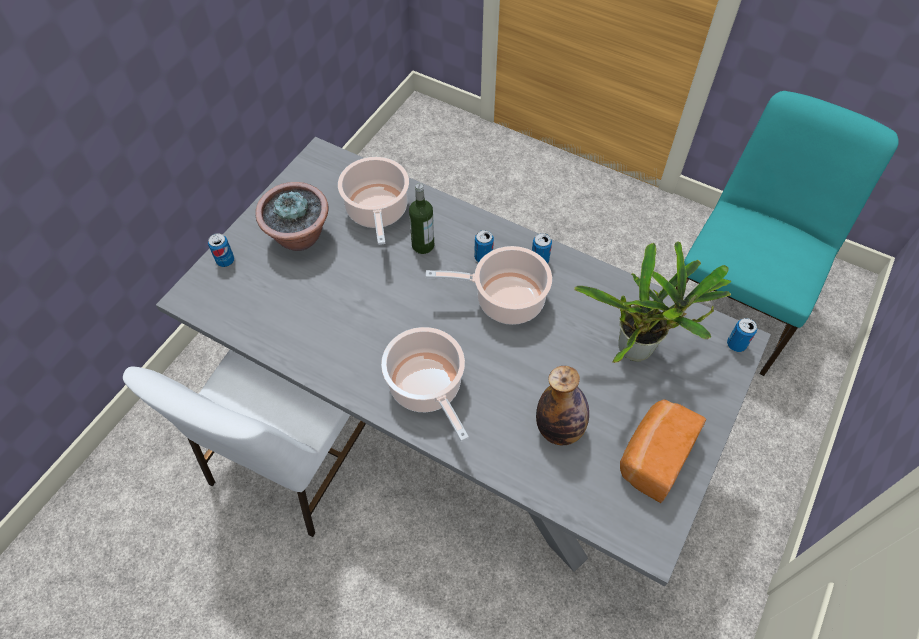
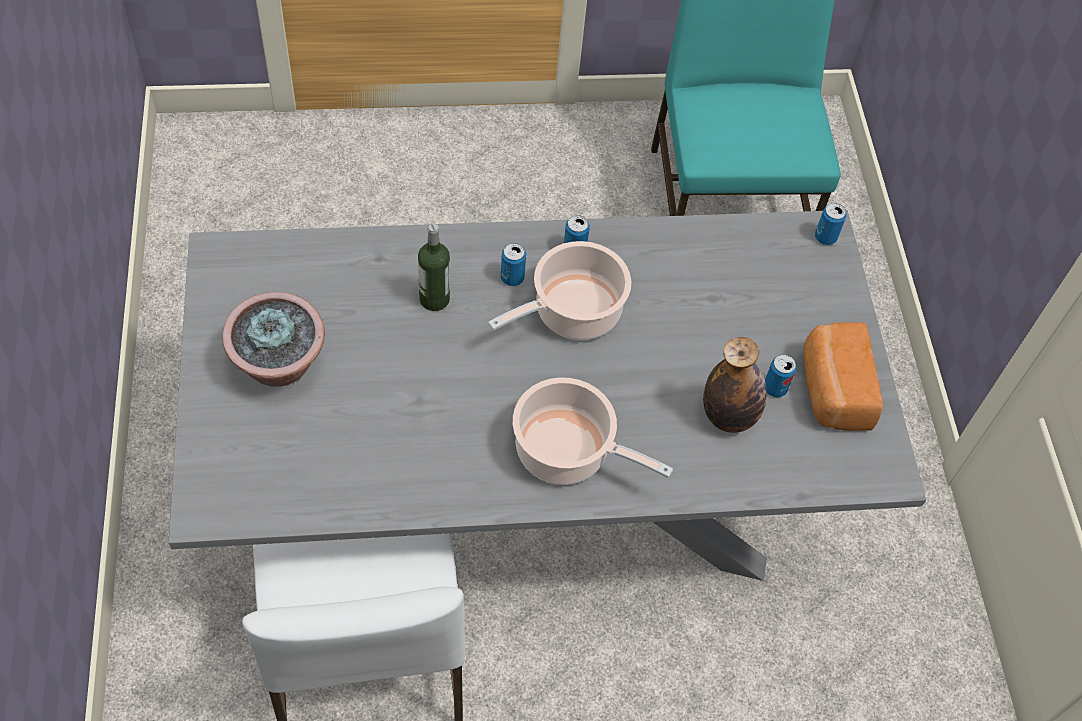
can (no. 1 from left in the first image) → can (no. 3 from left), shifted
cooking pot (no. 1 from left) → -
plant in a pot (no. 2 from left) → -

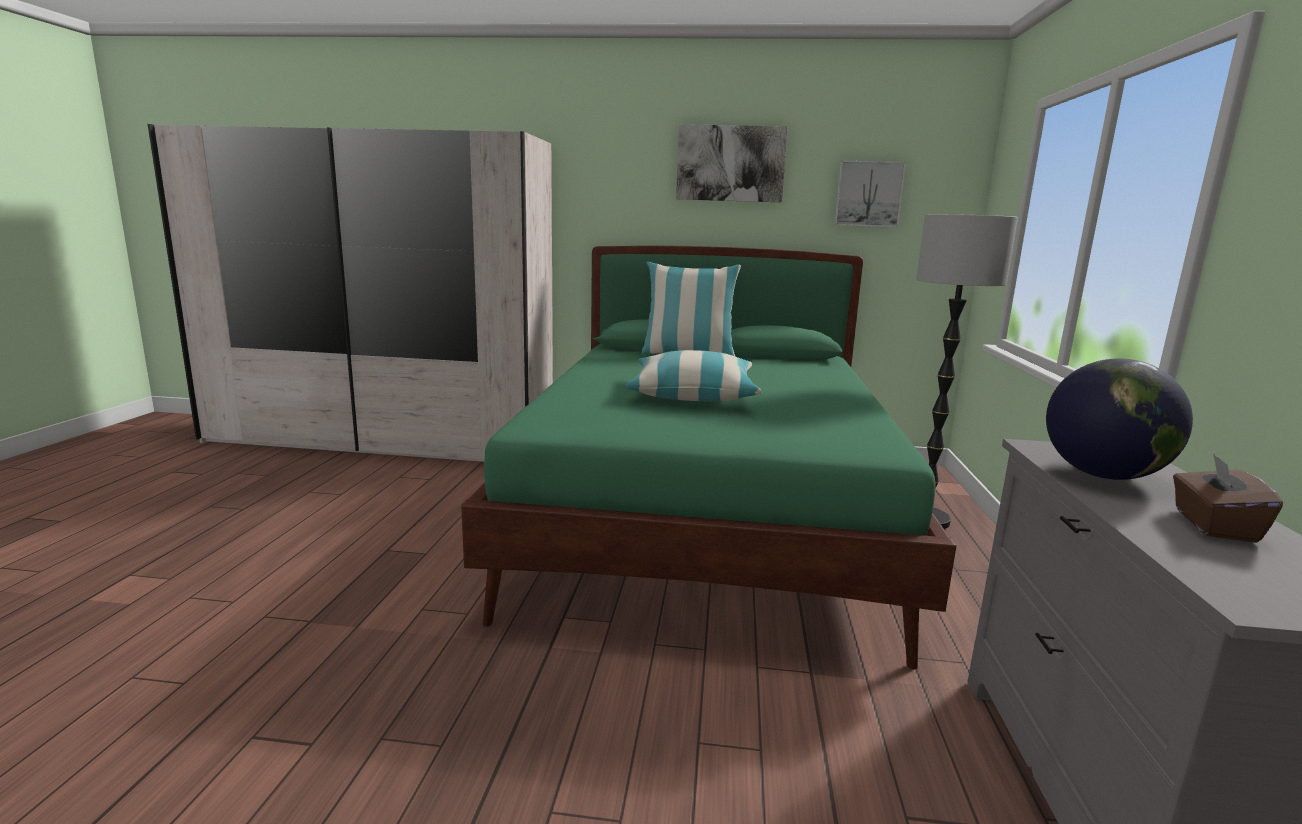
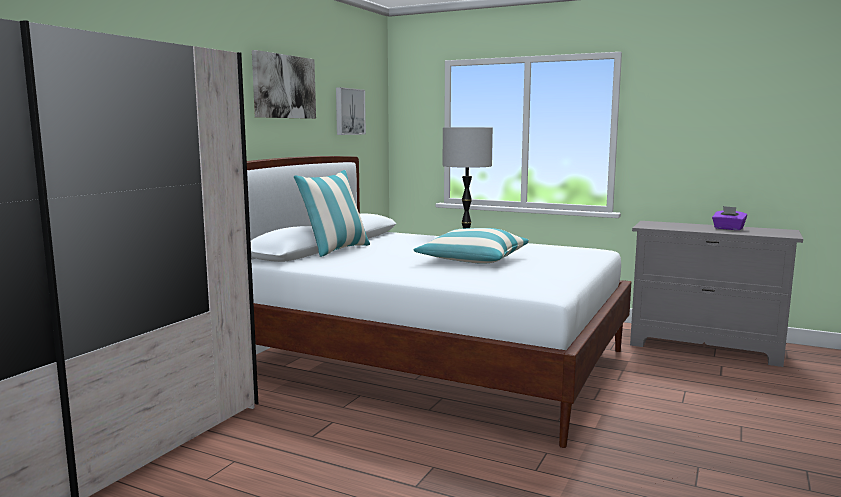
sleeping bed in green → sleeping bed in whitish
globe → -
tissue holder in brownish → tissue holder in purple

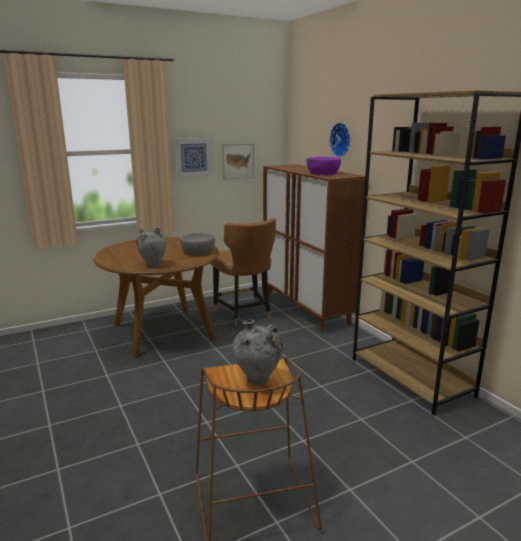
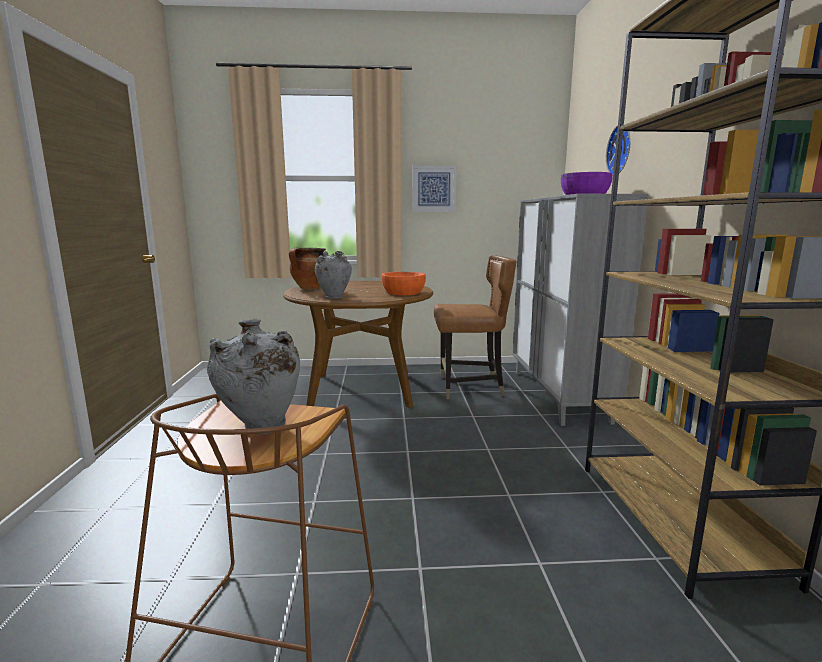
bowl in greyish → bowl in orangey
chair in brownish, 90 degrees counterclockwise
picture (no. 2 from left) → -
storage cabinet in brownish → storage cabinet in greyish
- → cooking pot

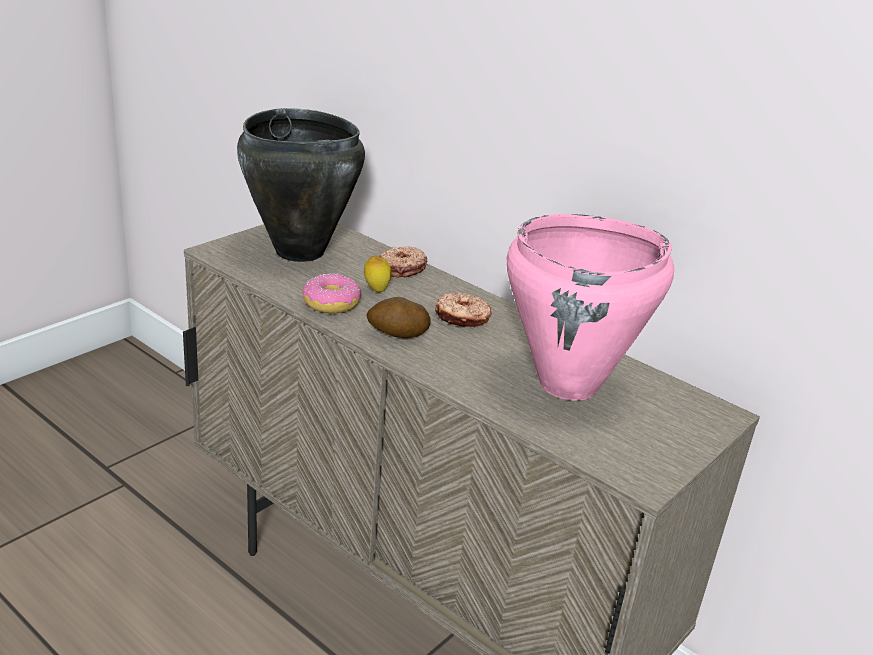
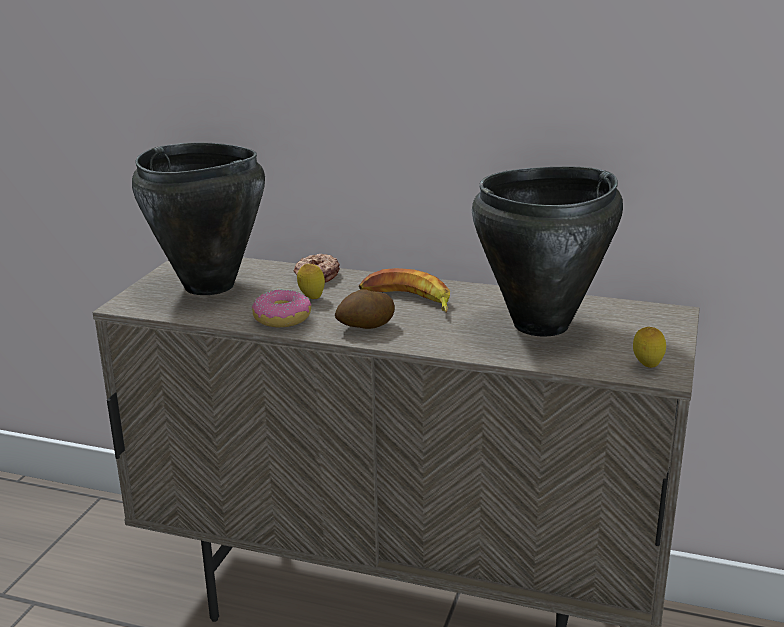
doughnut (no. 3 from left) → whole banana
cooking pot in pink-coloured → cooking pot in black (no. 2 from left)
- → lemon (no. 2 from left)

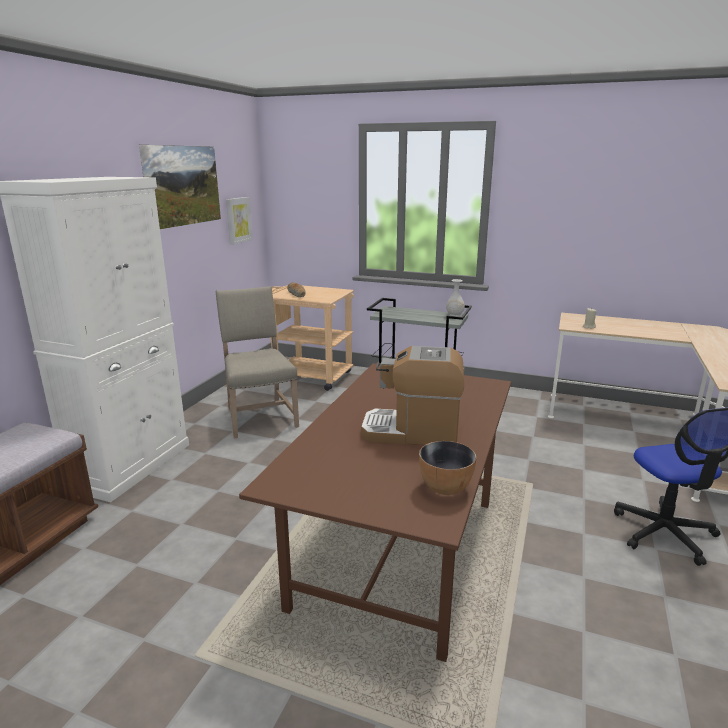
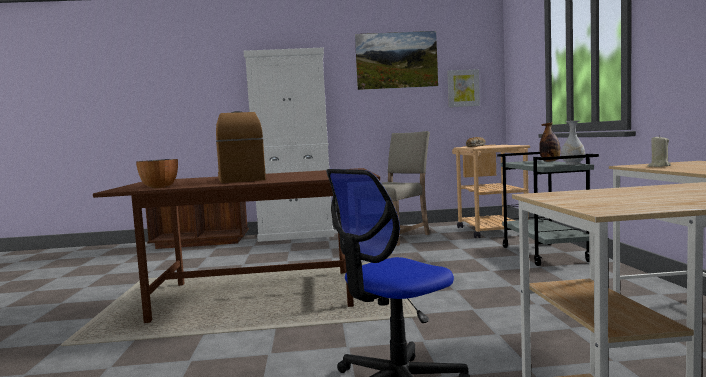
- → beverage bottle

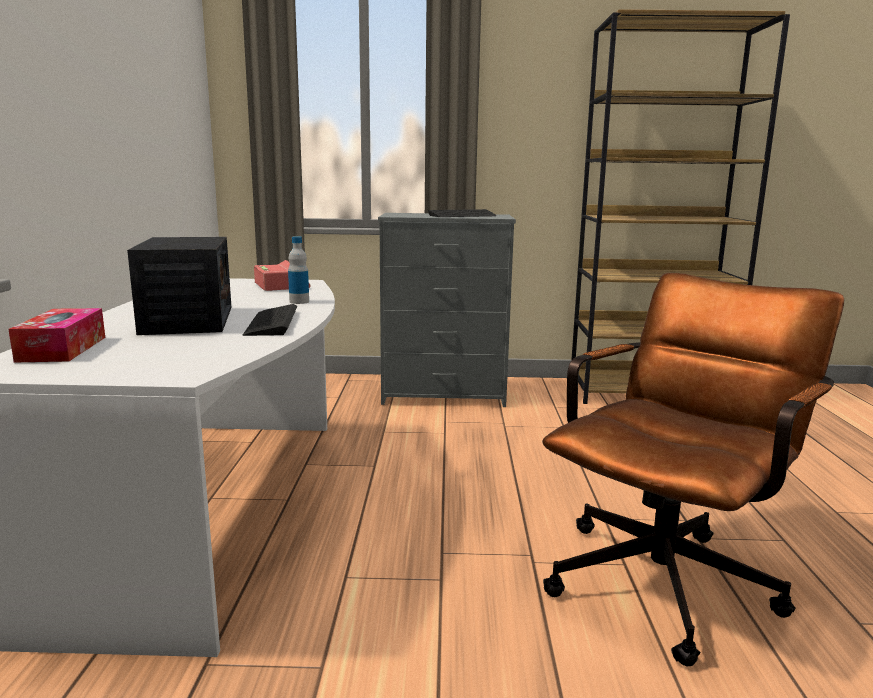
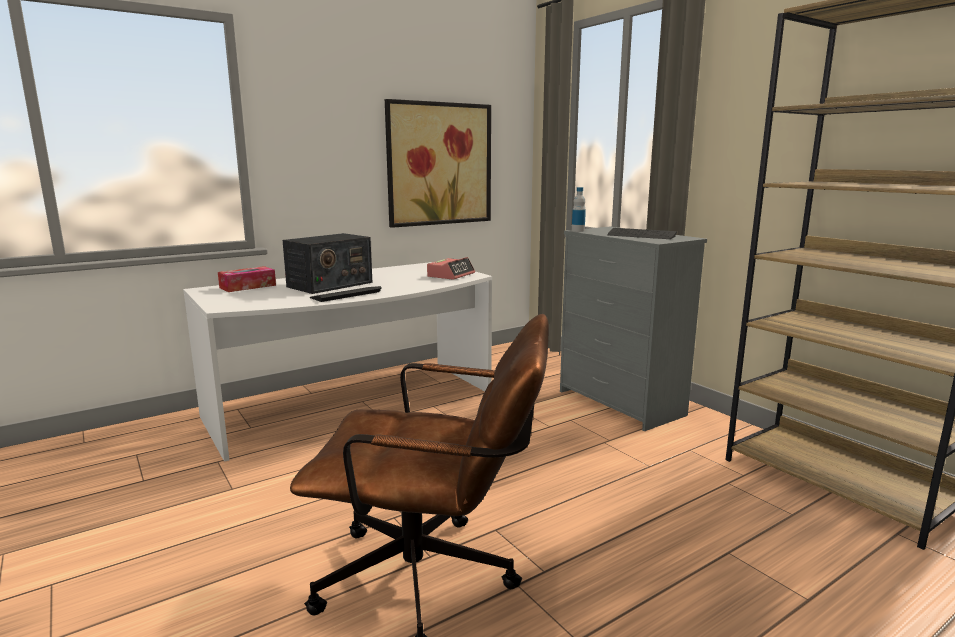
beverage bottle, shifted
- → picture

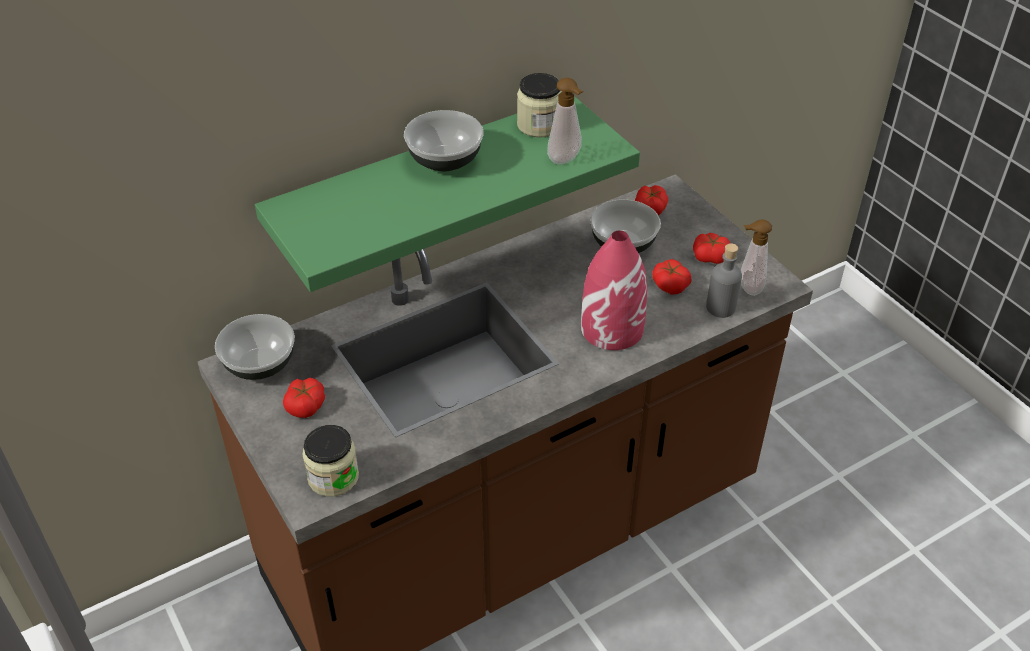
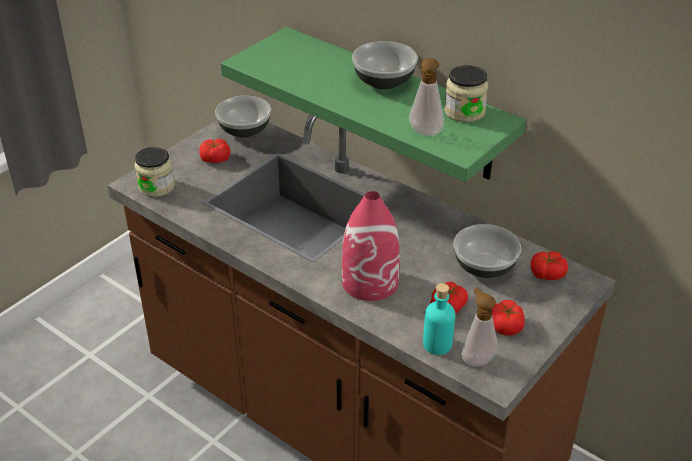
beverage bottle in greyish → beverage bottle in turquoise

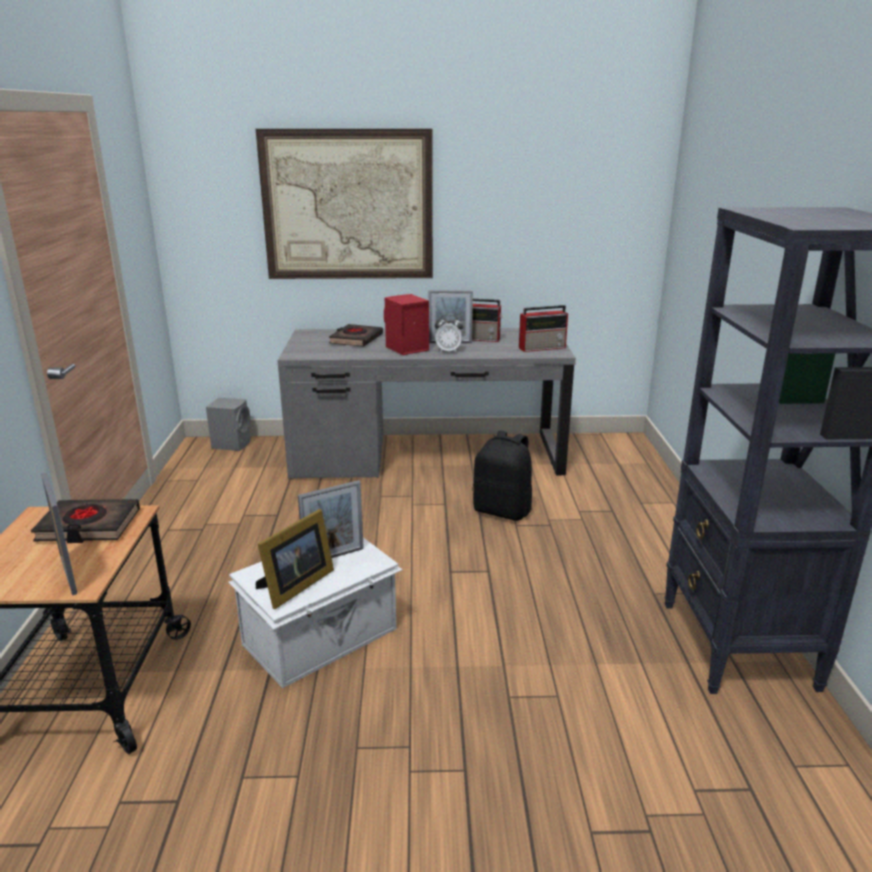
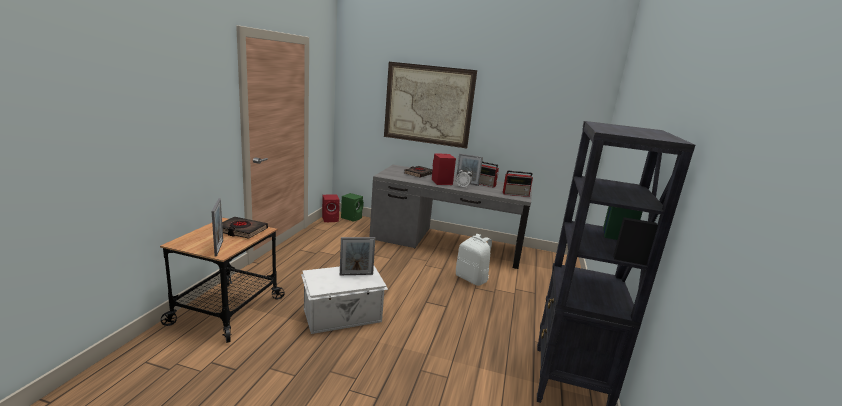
speaker in greyish → speaker in green
photo frame (no. 2 from left) → -
rucksack in black → rucksack in whitish
- → speaker in reddish (no. 1 from left)

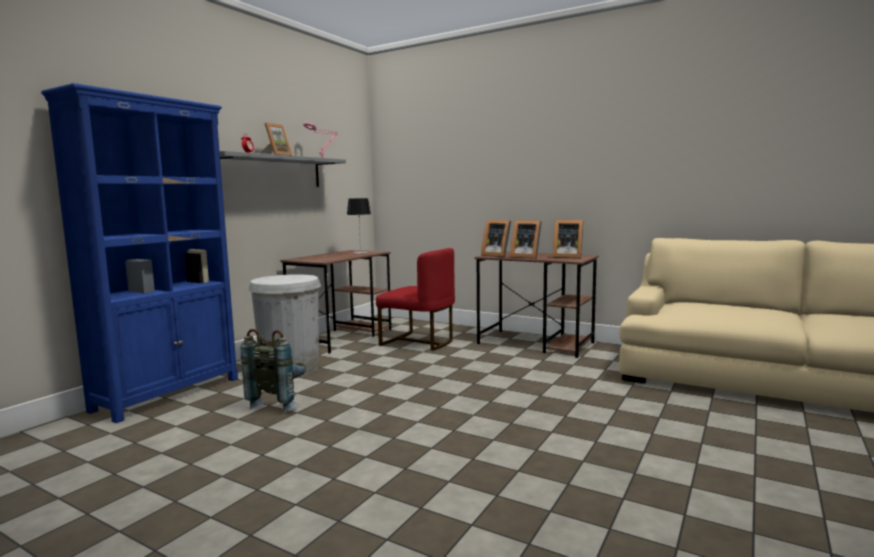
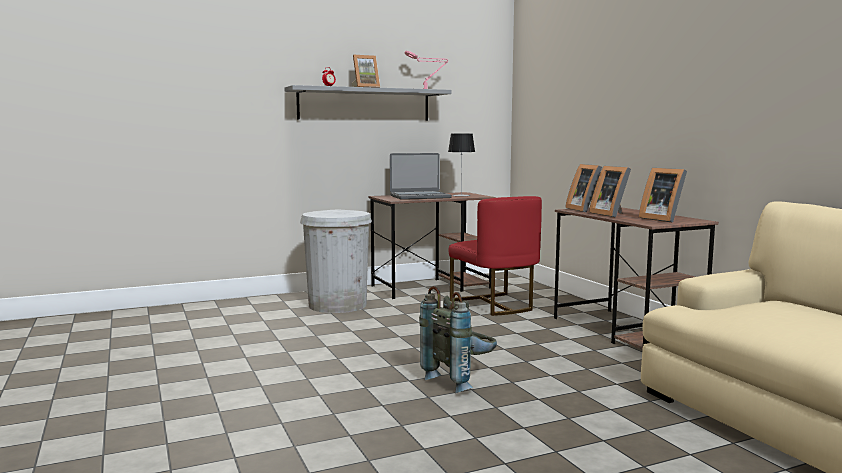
bookshelf in bluish → -
rucksack in greyish, shifted
- → laptop

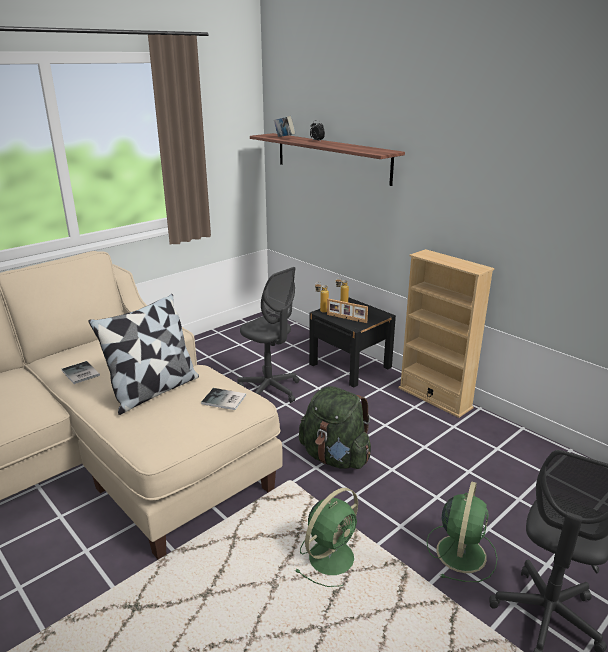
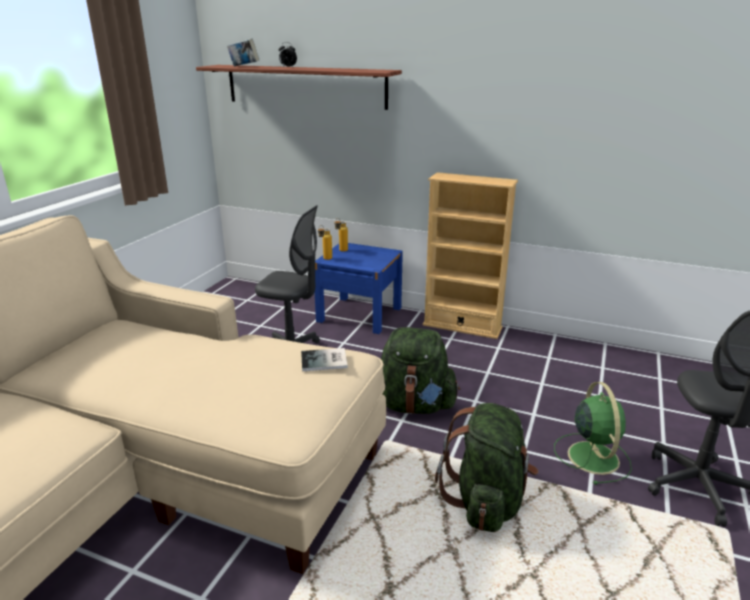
book (no. 1 from left) → -
throw pillow → -
fan in green (no. 1 from left) → rucksack in green (no. 2 from left)
bedside table in black → bedside table in bluish
photo frame → -

